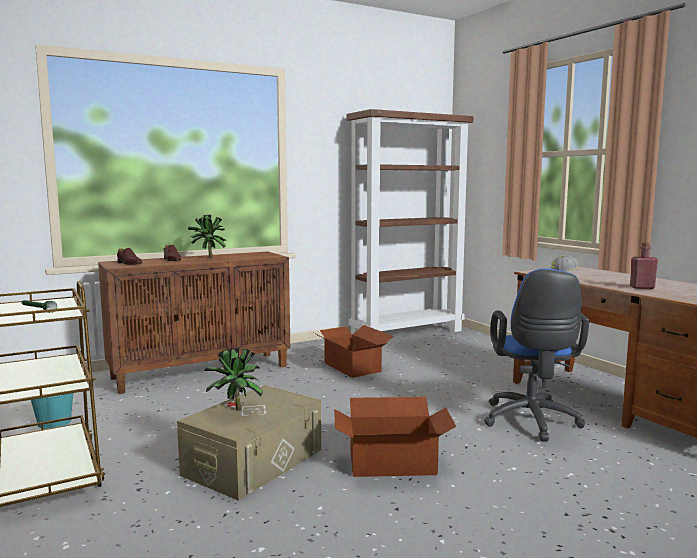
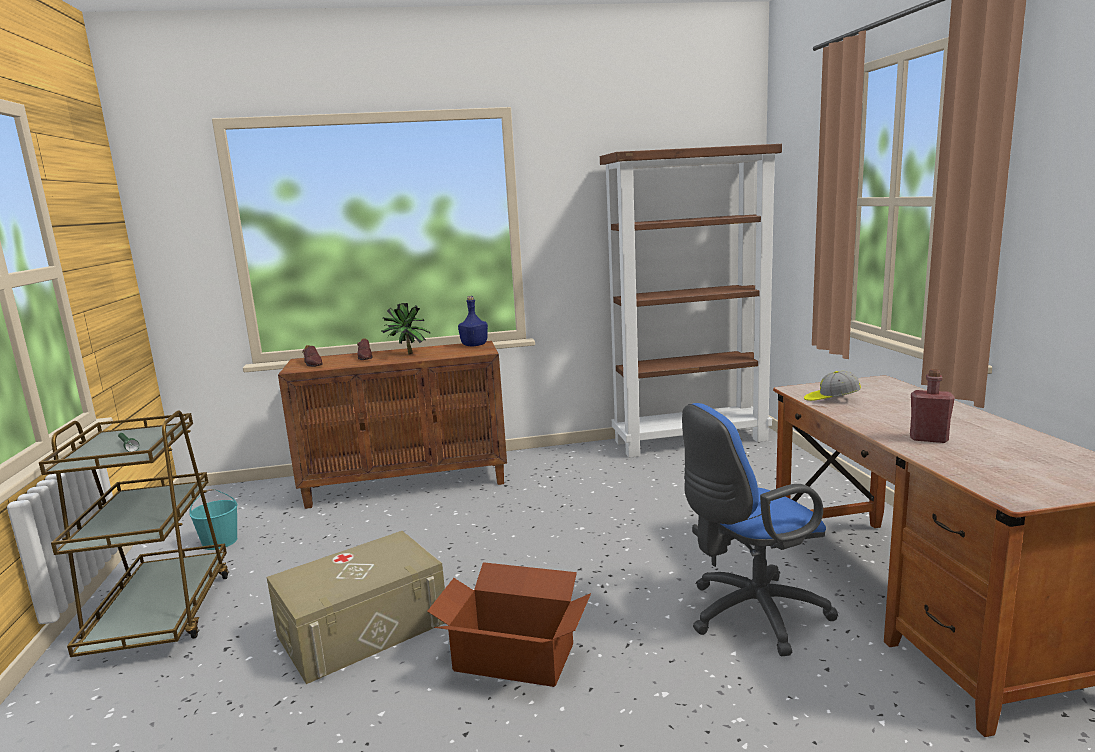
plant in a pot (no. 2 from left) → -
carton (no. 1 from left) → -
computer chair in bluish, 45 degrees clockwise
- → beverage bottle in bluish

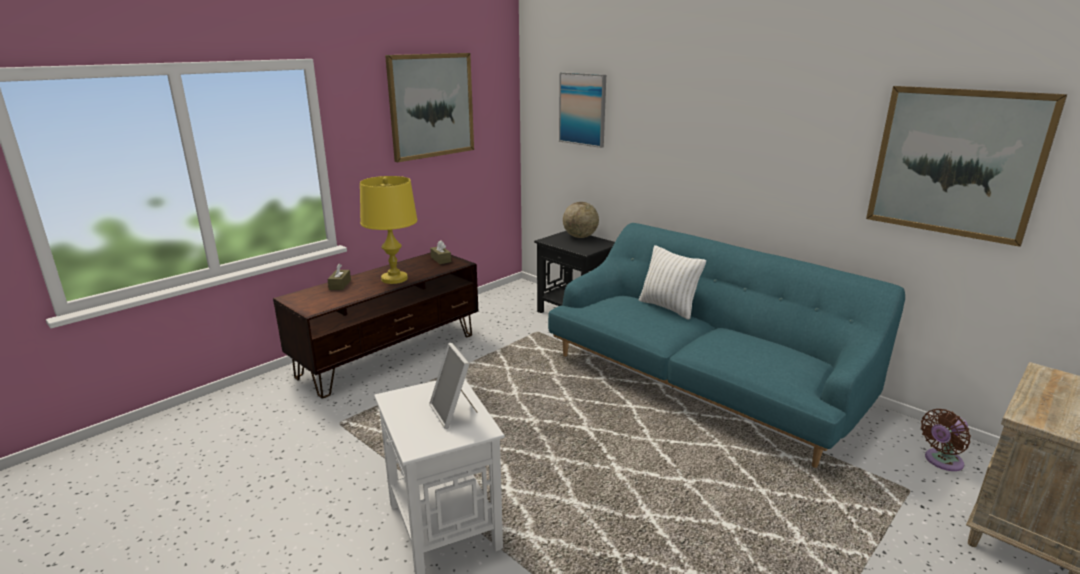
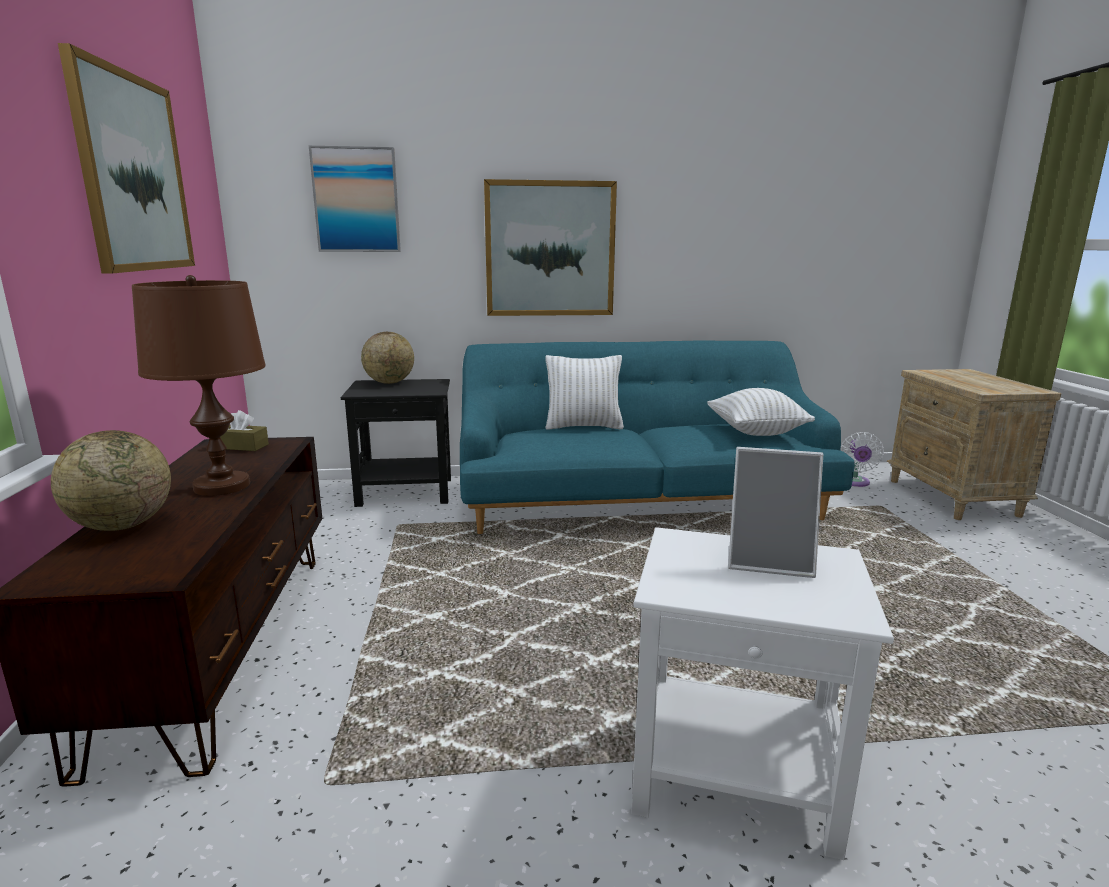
tissue holder in brownish (no. 1 from left) → globe (no. 1 from left)
table lamp in yellow → table lamp in brownish
picture (no. 3 from left), shifted
fan in brownish → fan in whitish
- → throw pillow in whitish (no. 2 from left)

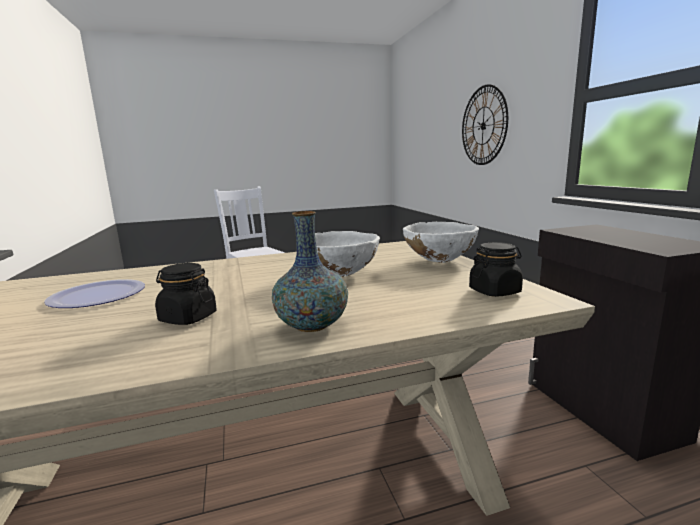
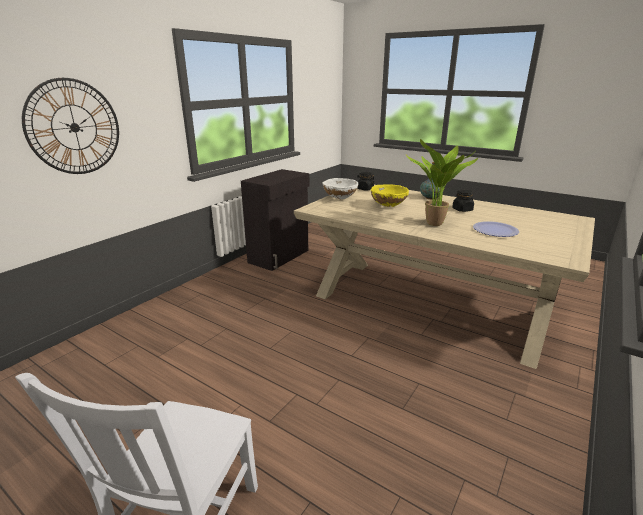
bowl in whitish (no. 1 from left) → bowl in yellow
- → plant in a pot

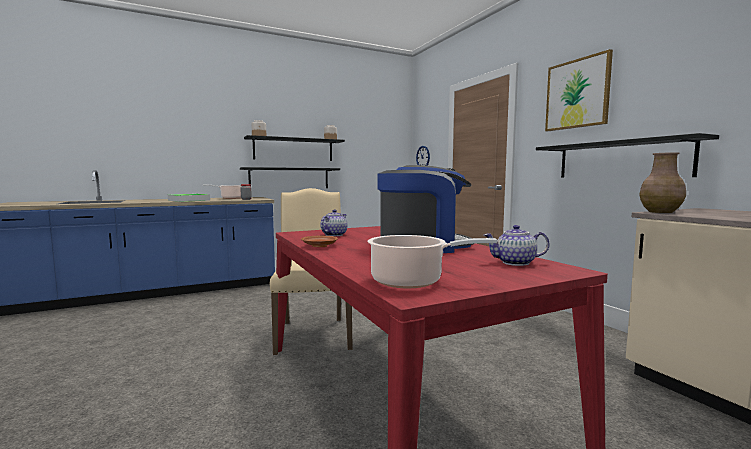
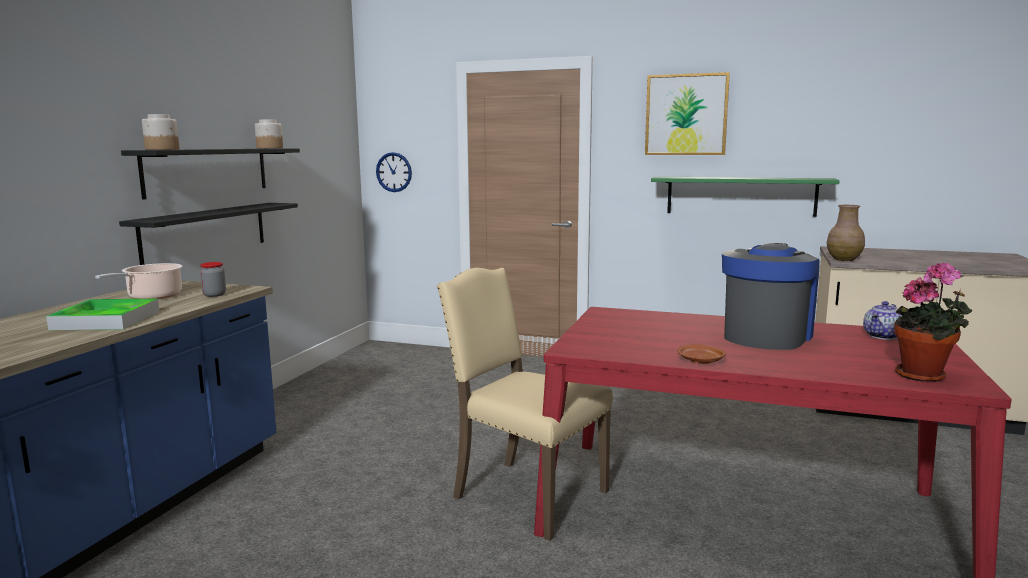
tea pot (no. 1 from left) → -
cooking pot (no. 2 from left) → plant in a pot
bracket shelf in black (no. 3 from left) → bracket shelf in green

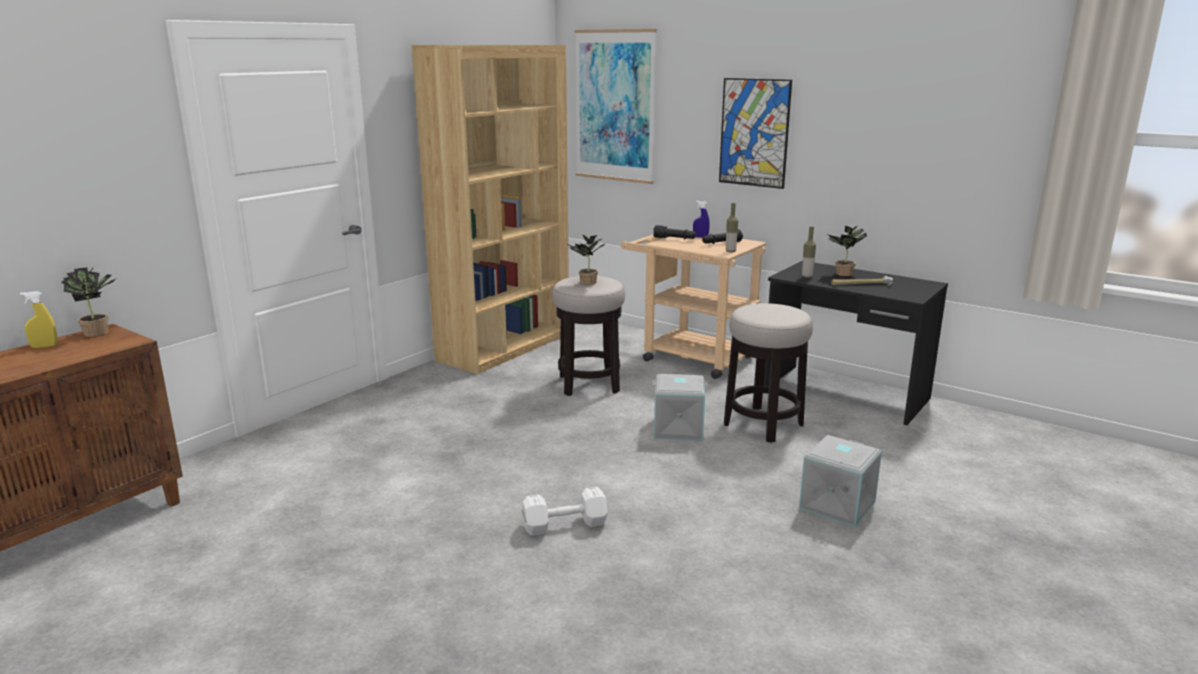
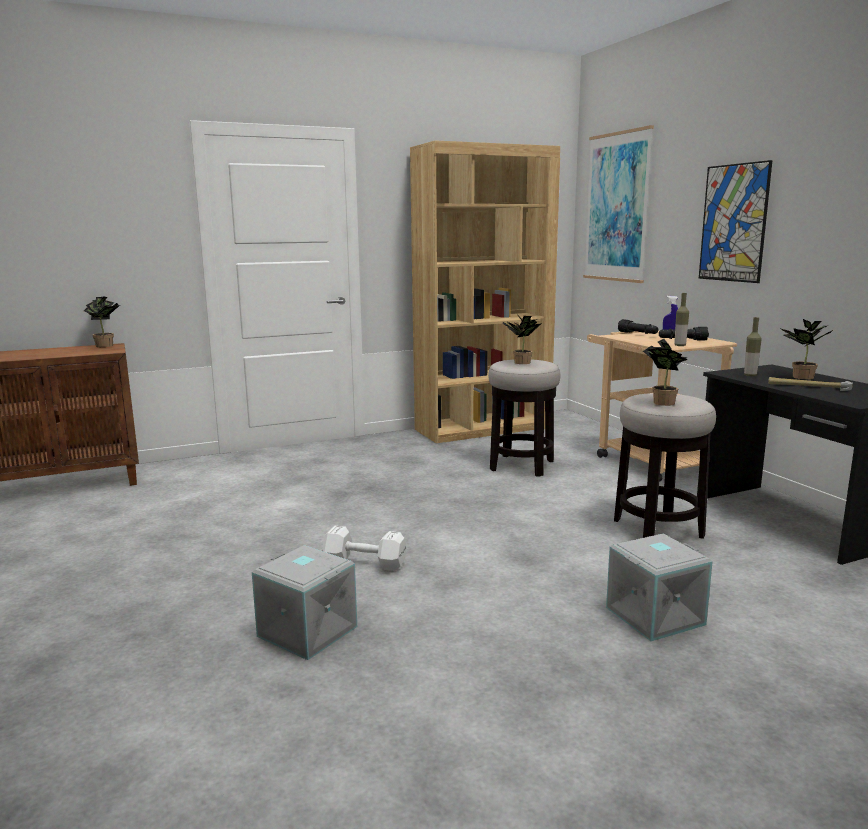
sprayer in yellow → -
storage bin in greyish (no. 1 from left), shifted
- → plant in a pot (no. 3 from left)

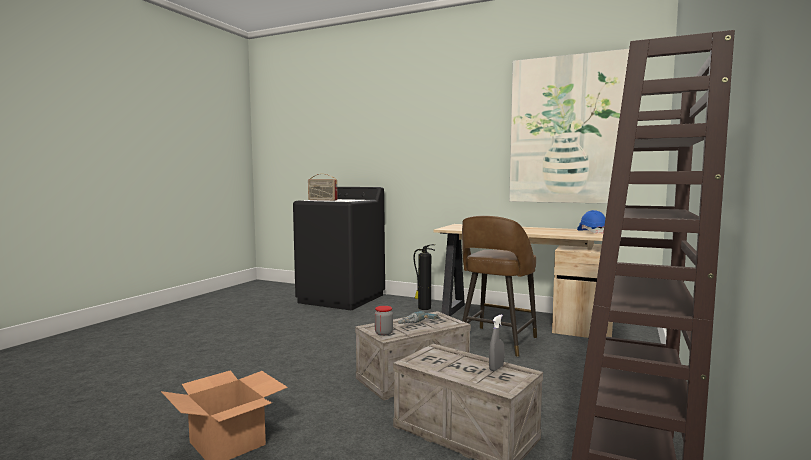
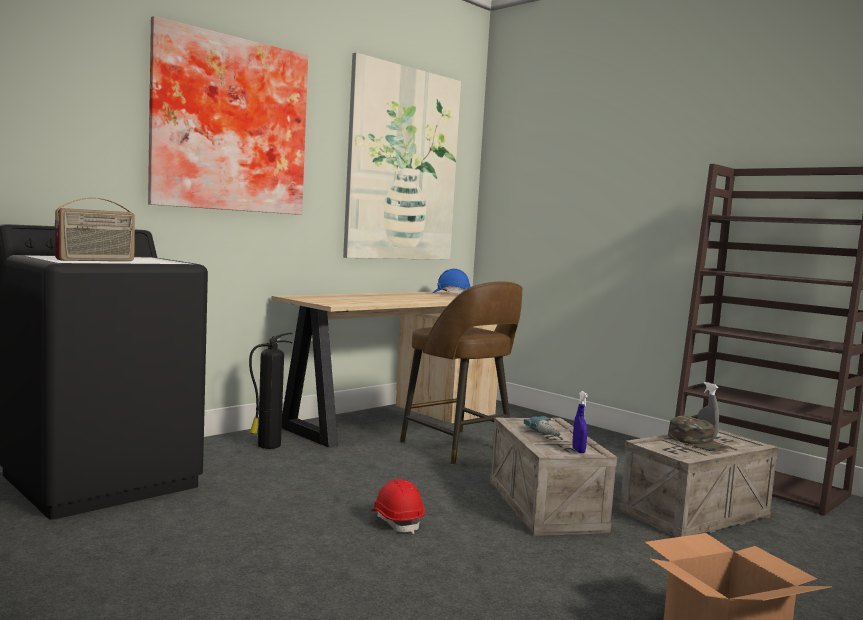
jar → sprayer in bluish
- → picture (no. 1 from left)
- → work helmet in reddish
- → peaked cap in green

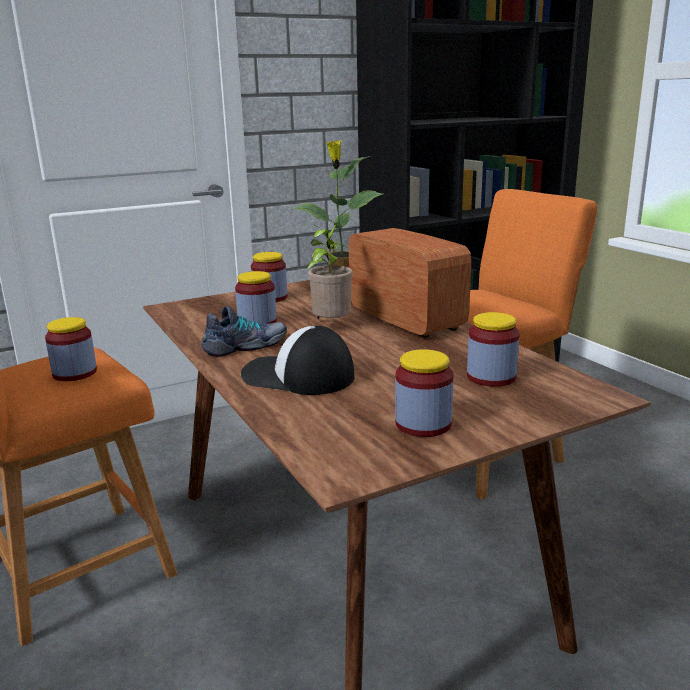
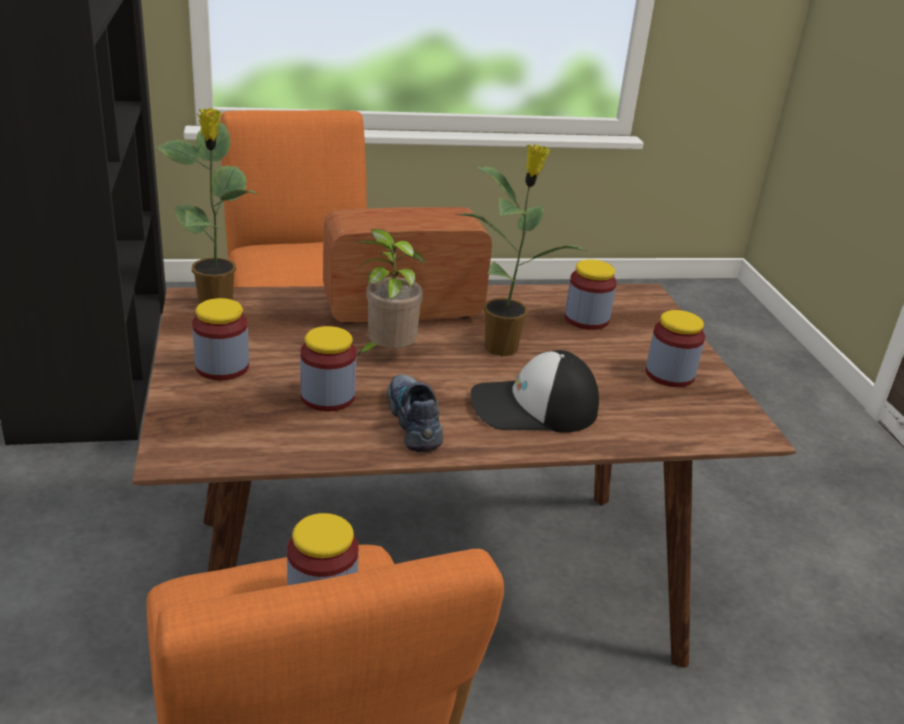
peaked cap, 45 degrees clockwise
- → plant in a pot (no. 3 from left)

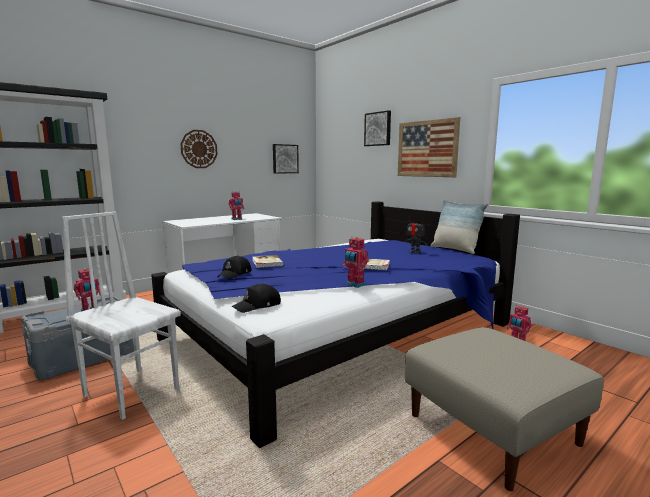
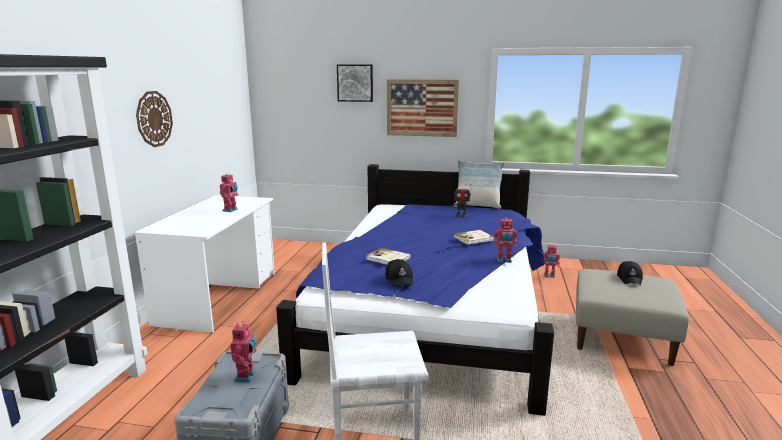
peaked cap in black (no. 2 from left), shifted
picture (no. 1 from left) → -

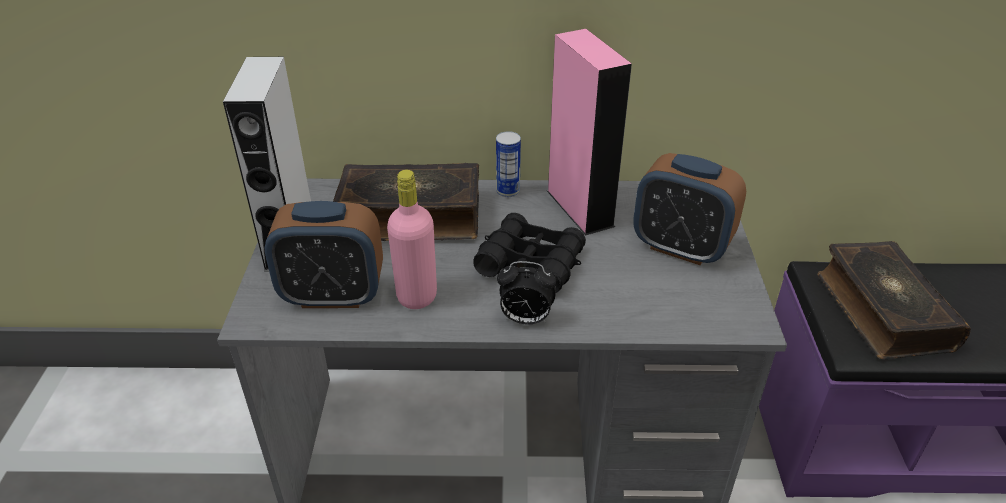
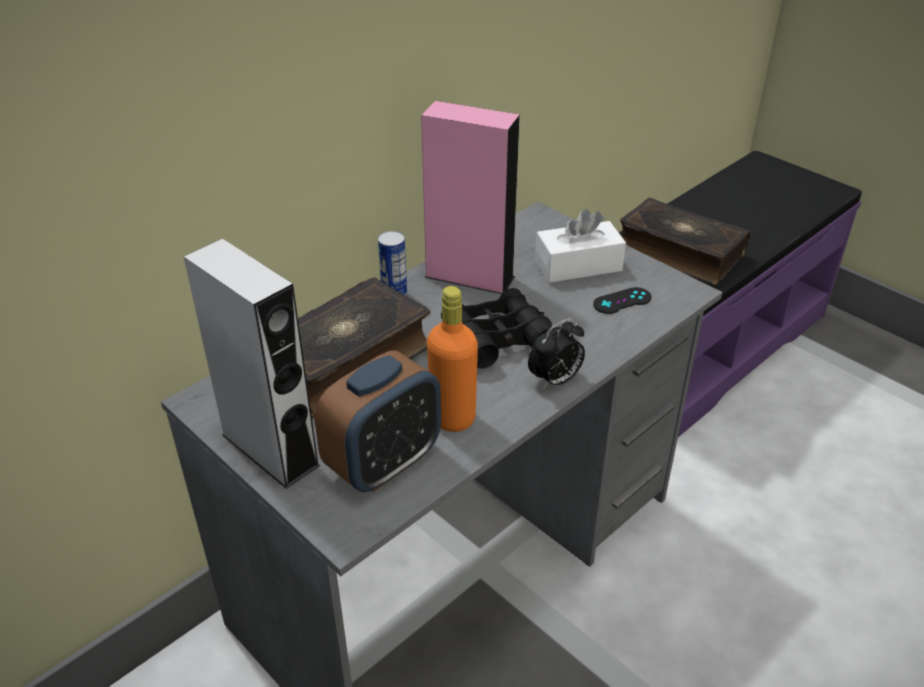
beverage bottle in pink-coloured → beverage bottle in orangey
alarm clock (no. 3 from left) → tissue holder in whitish
- → gamepad in black

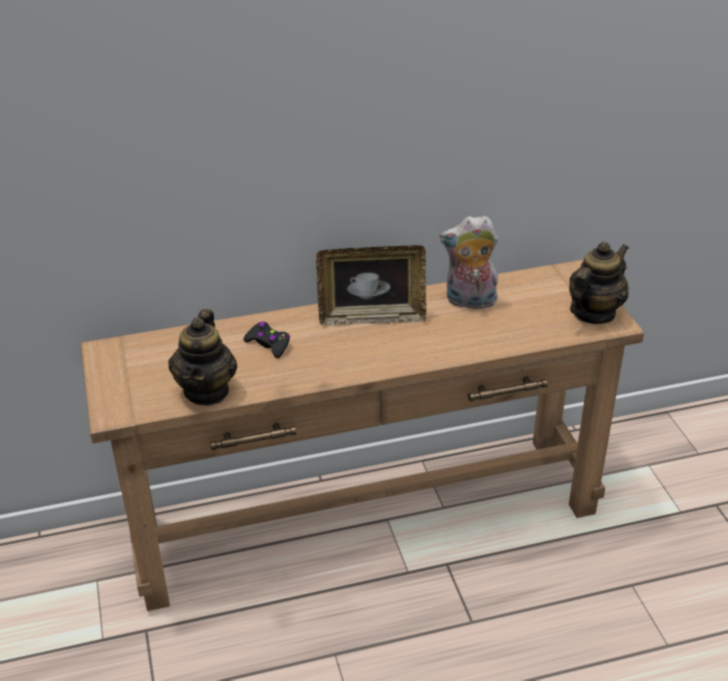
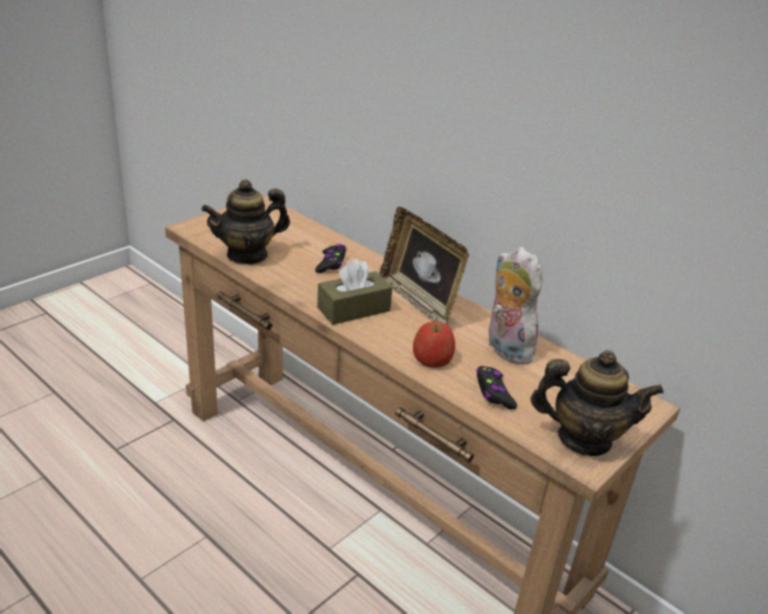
- → tissue holder in brownish
- → apple fruit
- → gamepad in black (no. 2 from left)

